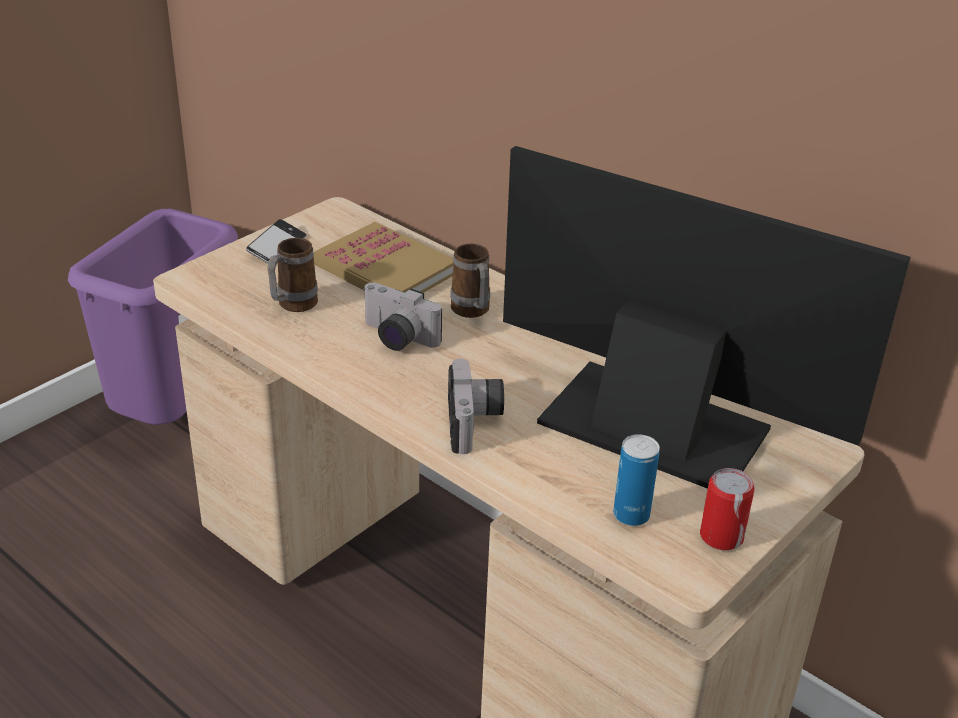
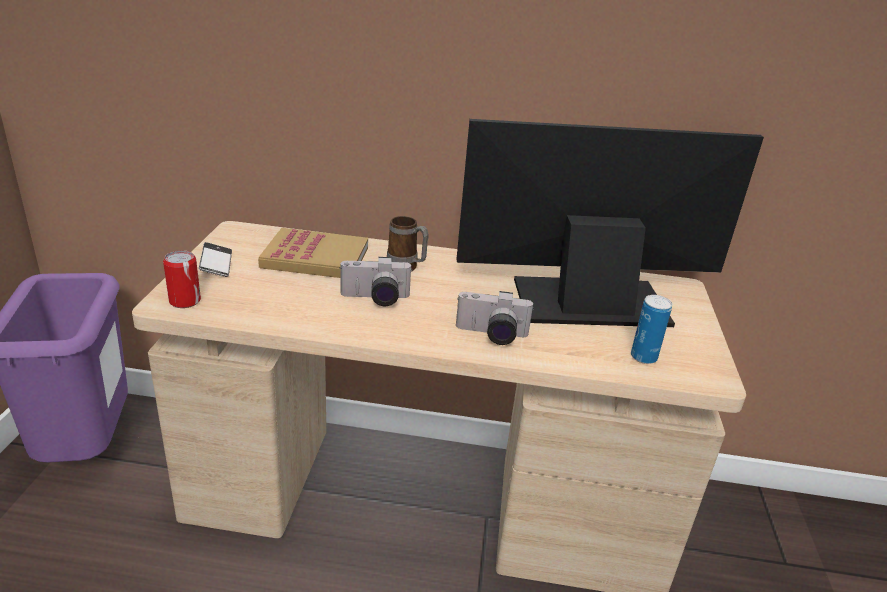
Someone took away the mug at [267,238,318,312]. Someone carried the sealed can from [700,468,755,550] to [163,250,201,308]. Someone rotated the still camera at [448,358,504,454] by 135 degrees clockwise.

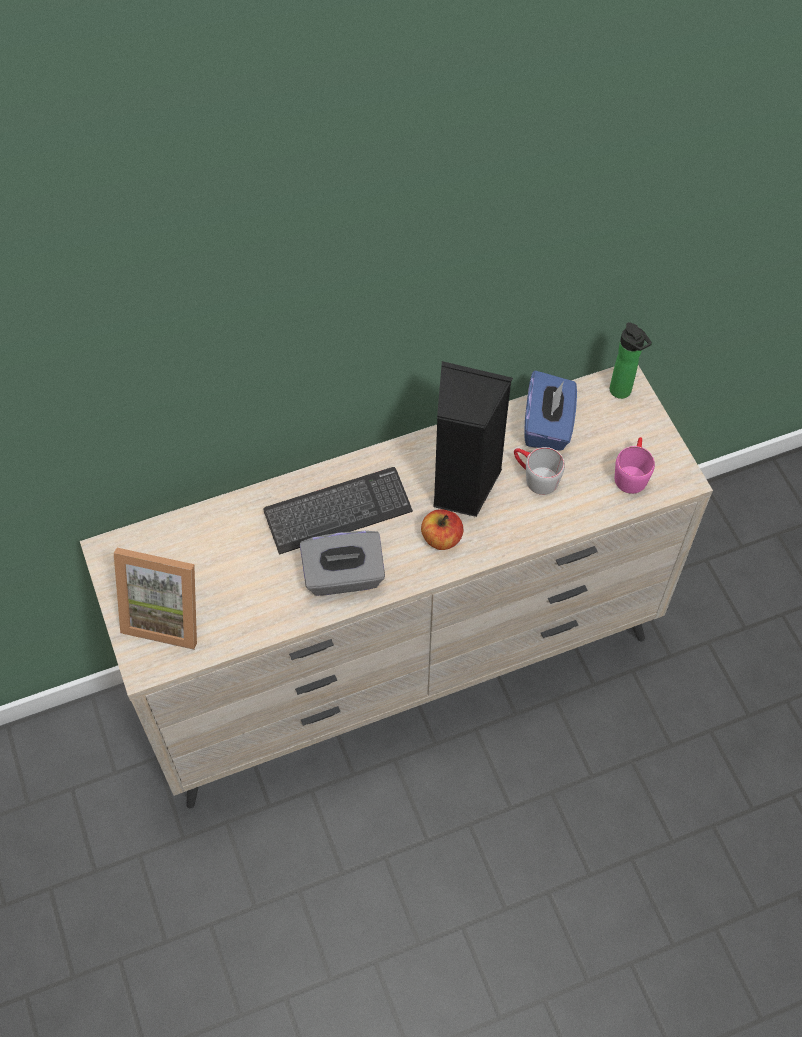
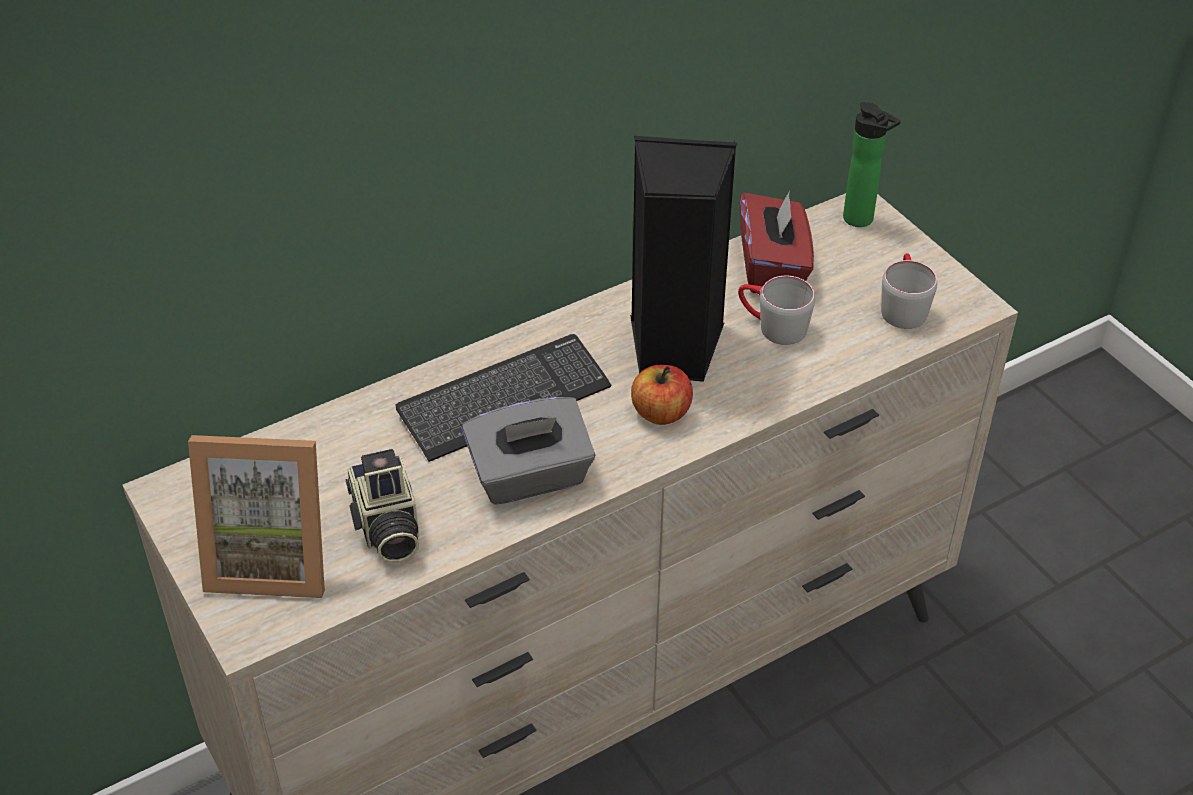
Someone put down the still camera at [346,449,419,563]. Someone repainted the bluish tissue box at [525,370,577,451], which became the red-coloured tissue box at [740,191,814,293]. Someone repainted the pinkish mug at [615,437,655,494], which became the greyish mug at [881,253,937,329].

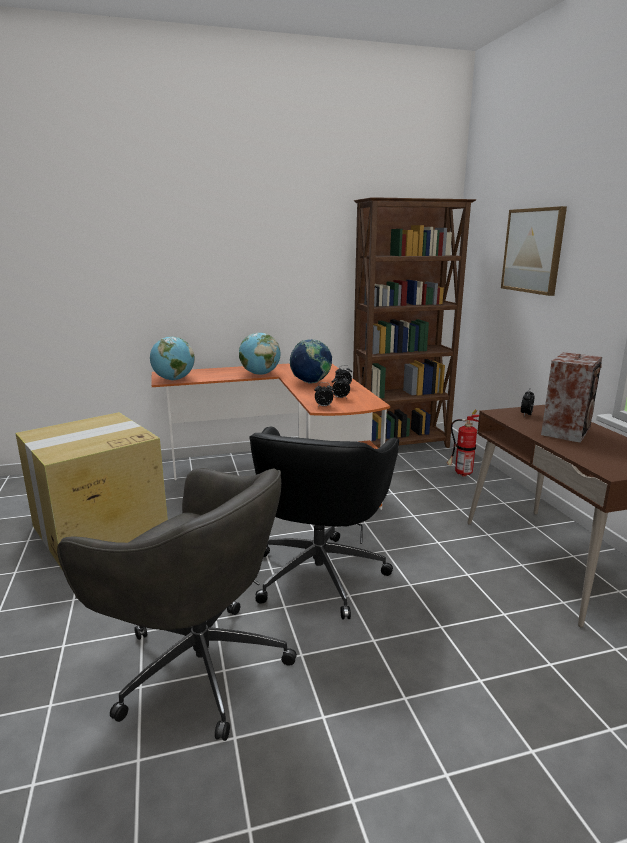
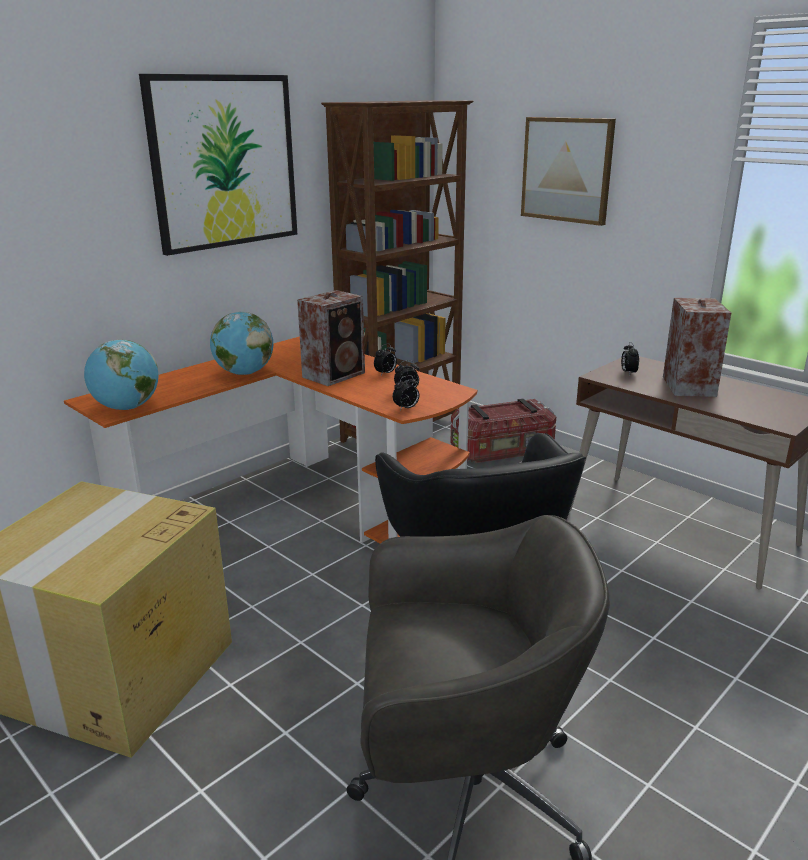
Someone put up the picture at [139,74,297,256]. Someone swapped the world globe at [290,339,332,383] for the audio speaker at [297,290,365,386]. Someone swapped the extinguisher at [446,410,479,476] for the storage bin at [451,398,556,463].

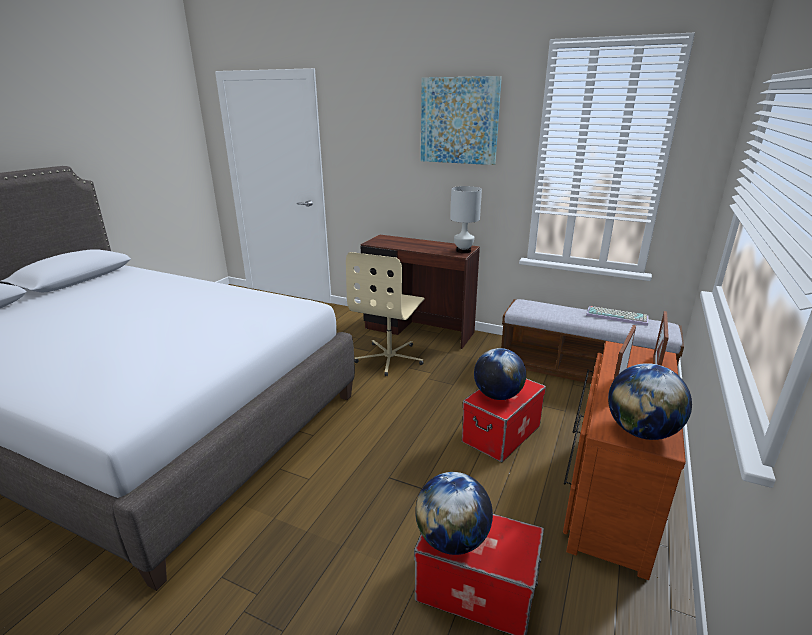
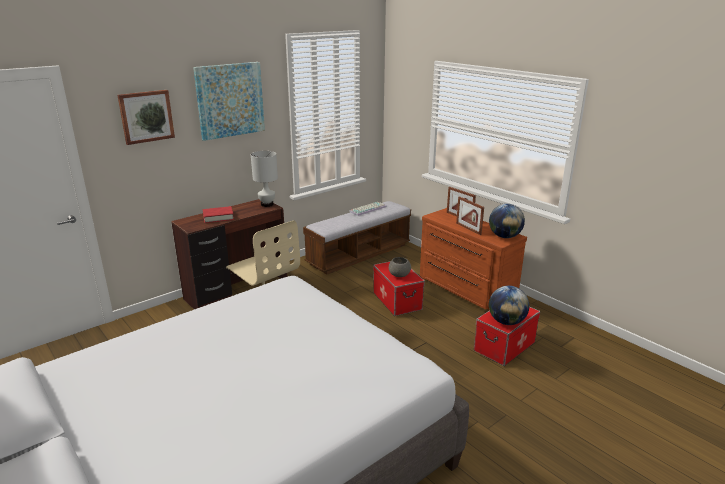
Someone put up the picture at [117,90,175,145]. Someone put down the red-coloured book at [203,206,234,223]. Someone swapped the world globe at [474,348,526,400] for the greyish deep dish at [389,257,411,277].

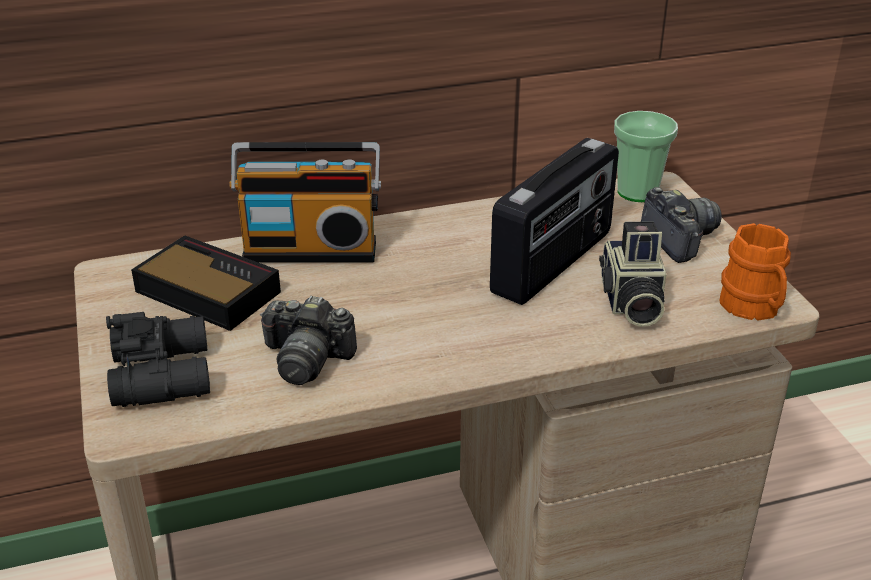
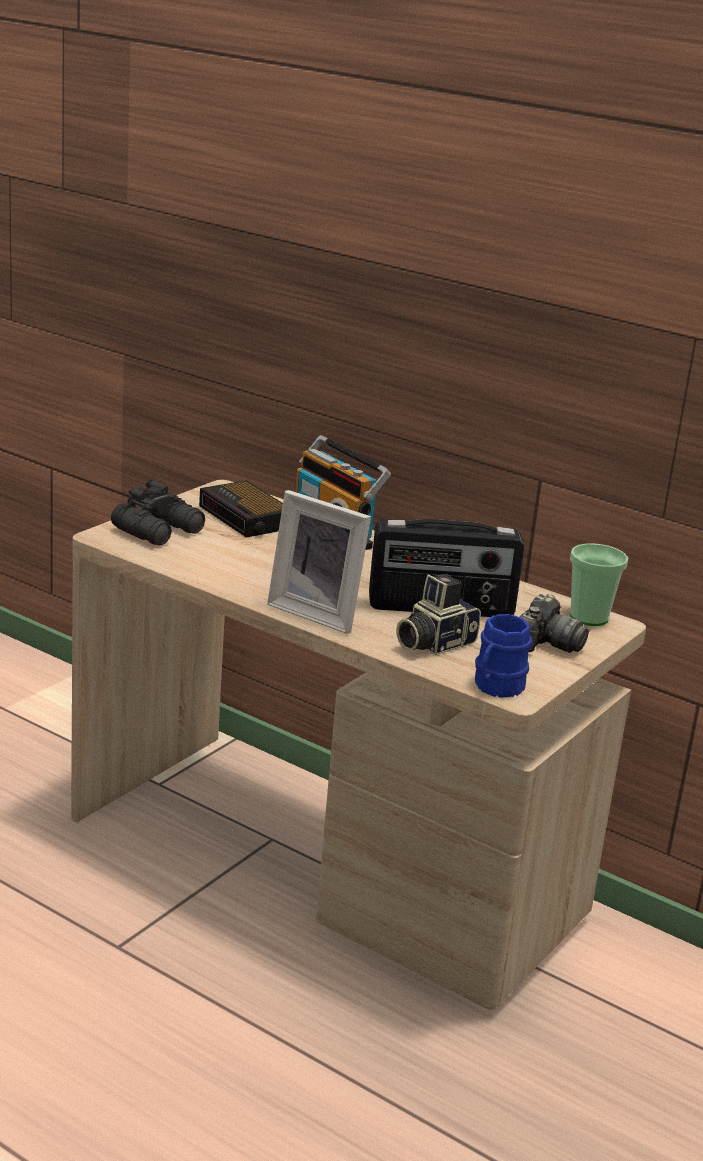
Someone took away the still camera at [260,295,357,385]. Someone put down the picture frame at [267,490,371,634]. Someone repainted the orange mug at [719,223,791,321], which became the bluish mug at [475,614,532,698]. Someone rotated the alarm clock at [131,235,281,331] by 150 degrees clockwise.

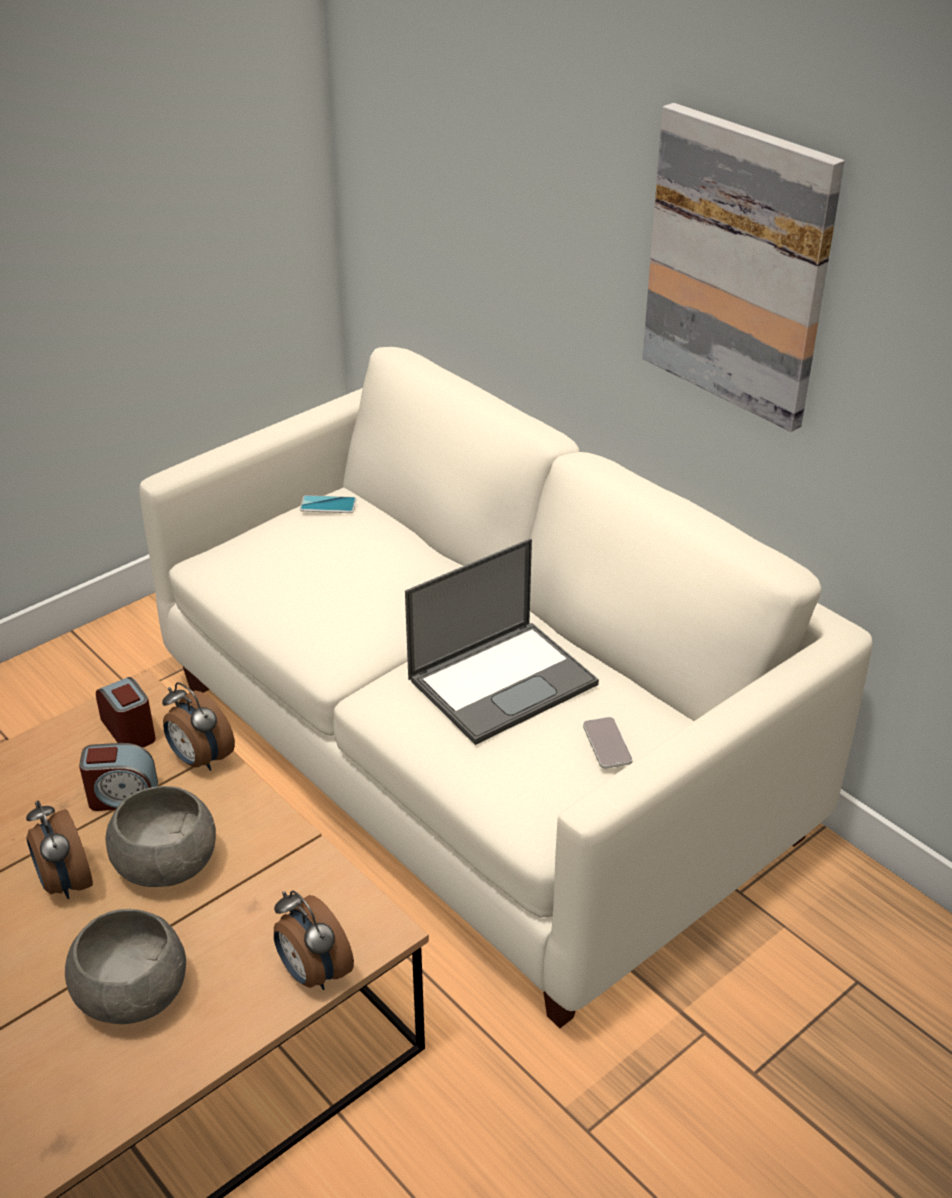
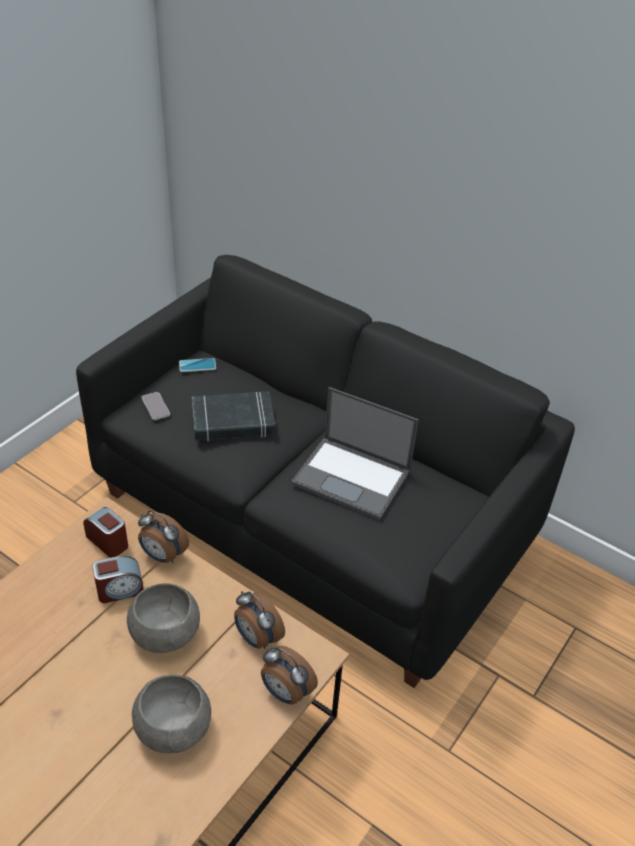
Someone took away the picture at [642,103,845,432]. Someone put down the black-coloured book at [192,391,275,441]. Someone carried the alarm clock from [26,800,93,899] to [234,591,285,649]. Someone carried the phone from [583,717,633,769] to [142,392,170,420]. Someone repainted the white-coloured couch at [140,347,873,1028], which became the black-coloured couch at [76,255,575,688]. Someone rotated the laptop at [405,538,599,745] by 75 degrees clockwise.

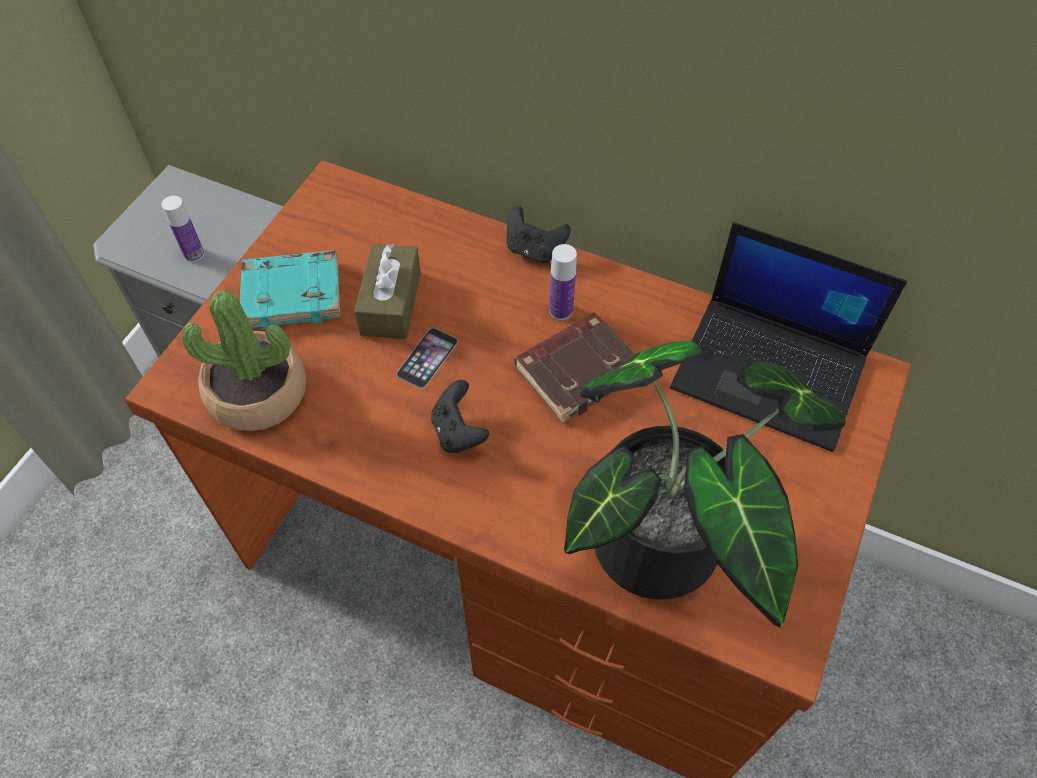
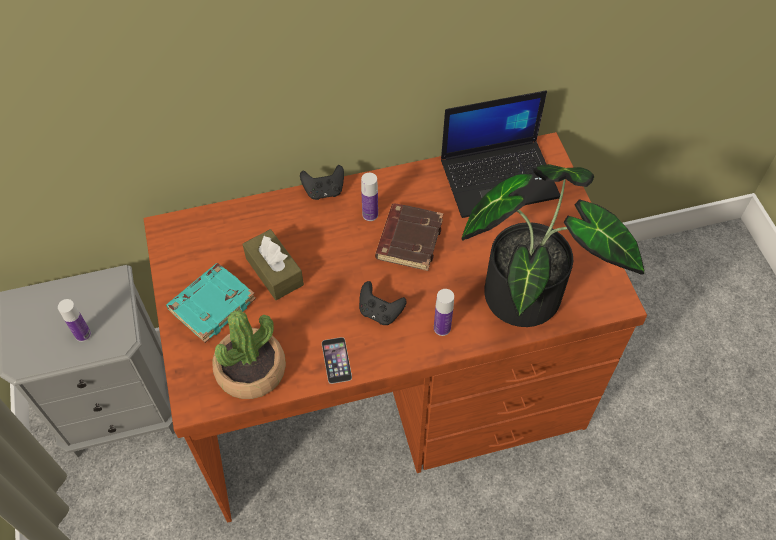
Someone put down the bottle at [434,289,454,336]. Someone carried the phone from [396,328,458,389] to [322,337,352,384].

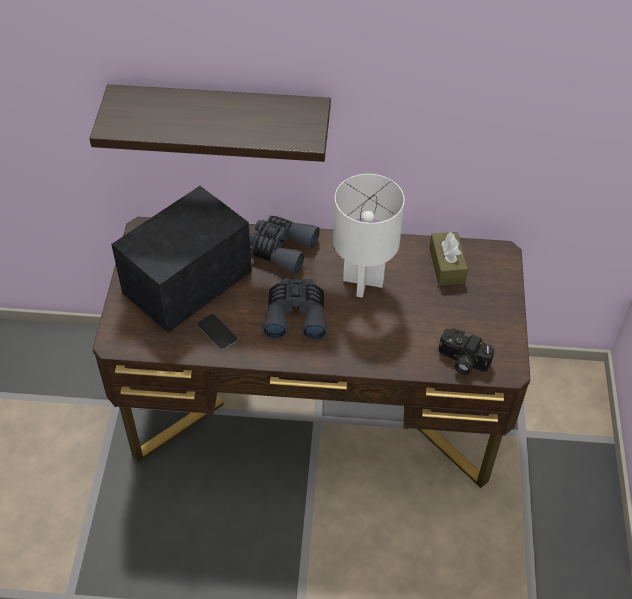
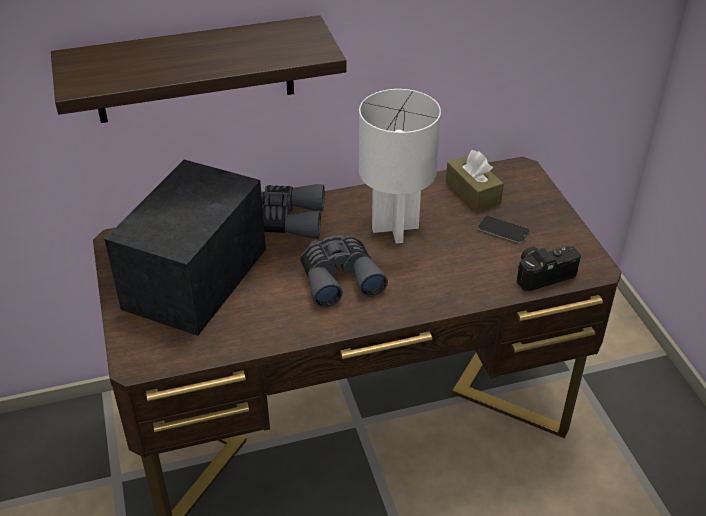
Someone carried the phone from [197,314,238,350] to [478,216,530,243]. Someone rotated the still camera at [438,328,495,375] by 150 degrees clockwise.

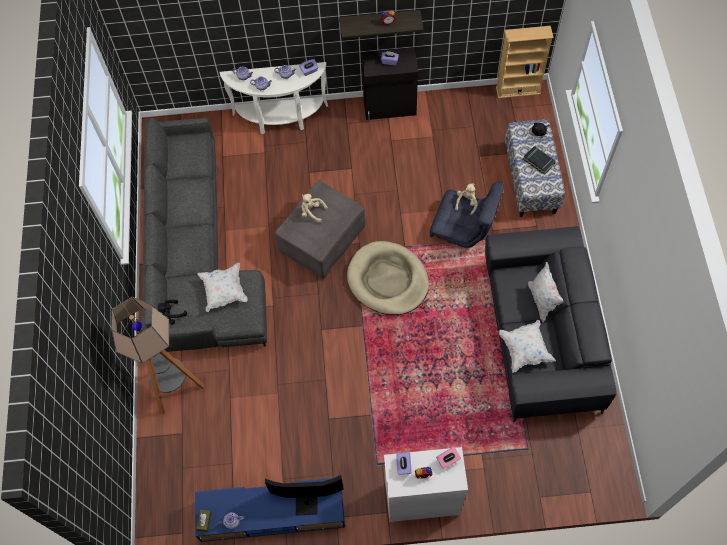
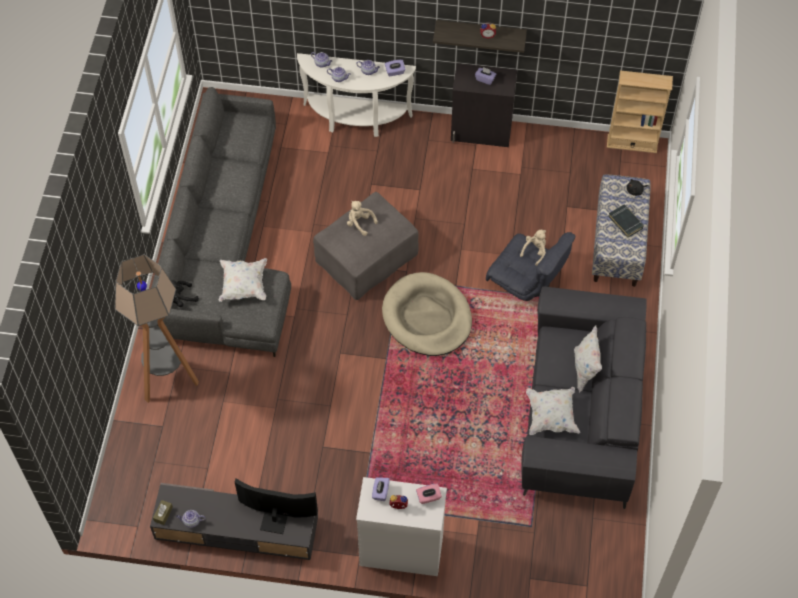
Someone repainted the bluish tv stand at [195,478,345,542], which became the greyish tv stand at [150,483,318,560].

